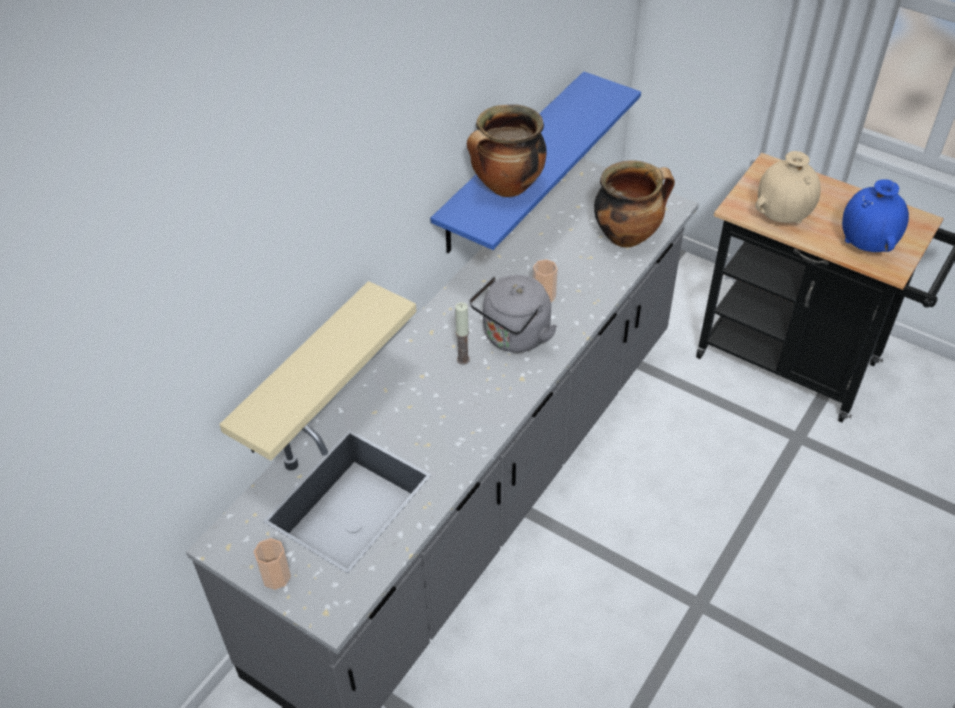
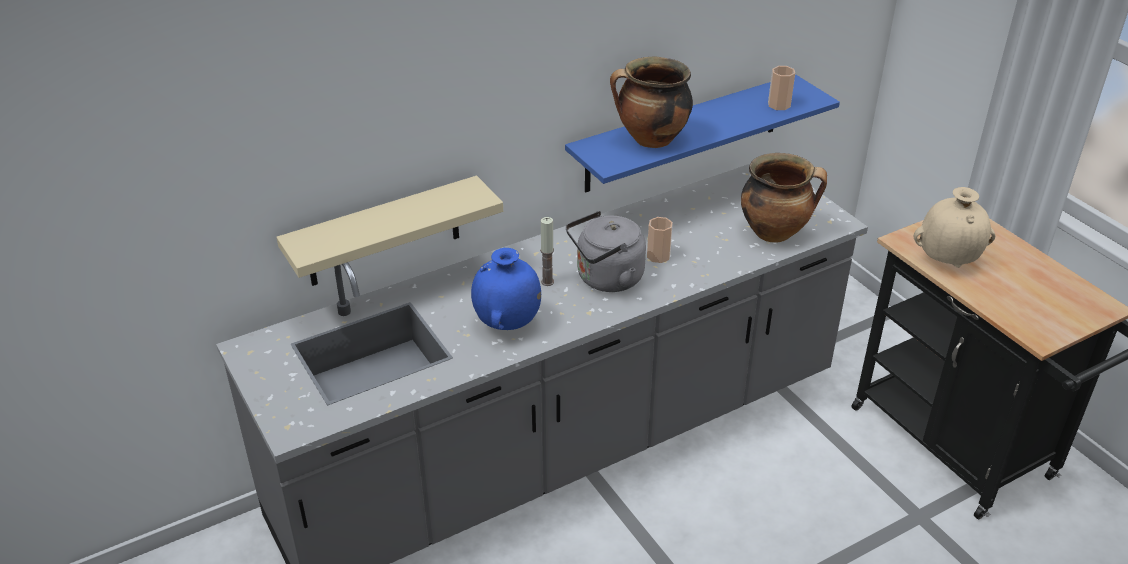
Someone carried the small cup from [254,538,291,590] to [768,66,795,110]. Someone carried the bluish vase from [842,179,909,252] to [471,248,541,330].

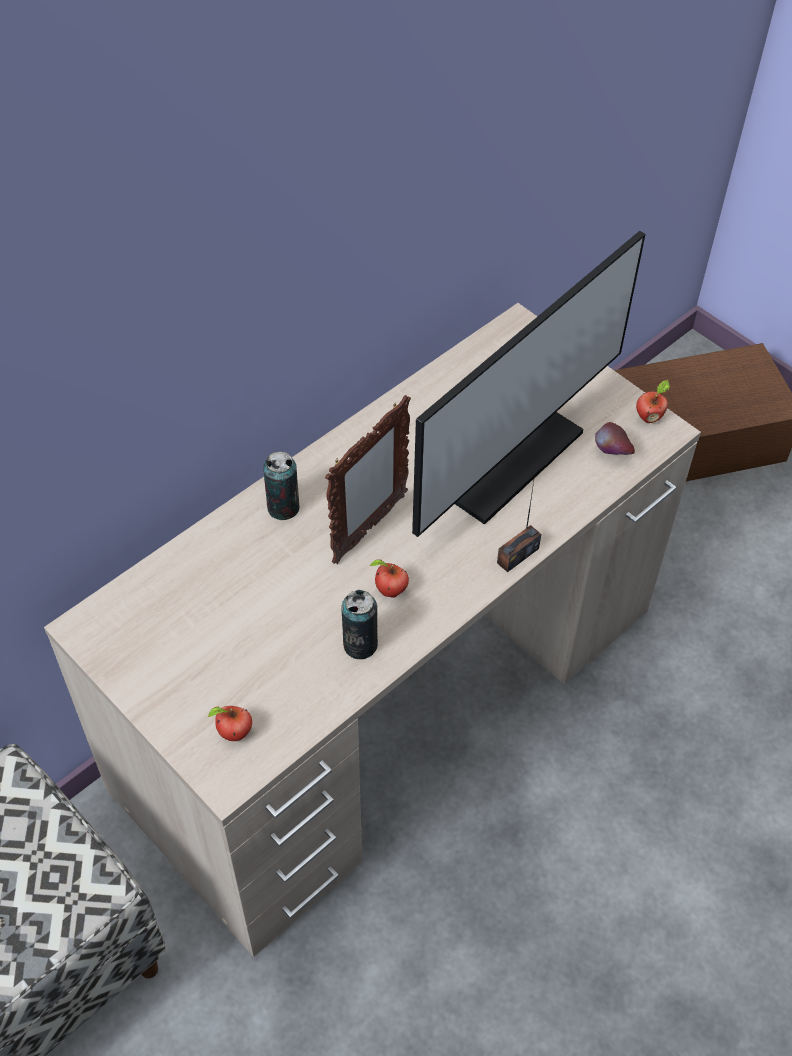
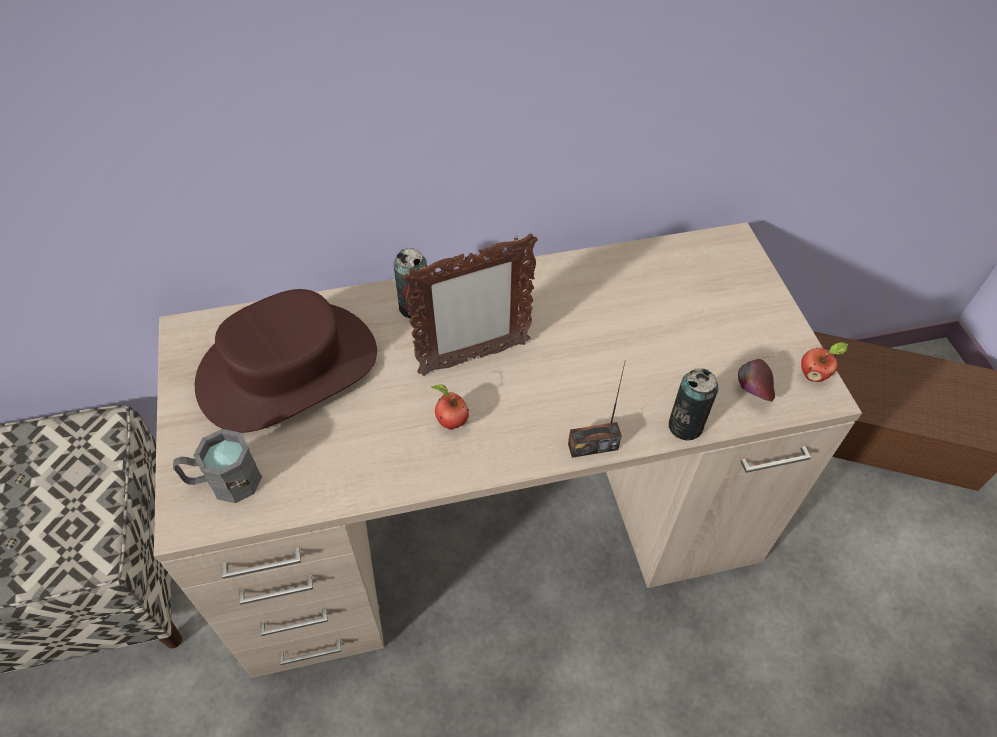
Someone took away the computer screen at [412,231,645,537]. Someone put down the brownish wearable hat at [195,289,377,433]. Someone carried the sealed can from [341,590,378,659] to [669,368,718,441]. Someone swapped the apple at [208,706,252,741] for the greyish mug at [173,429,262,503].

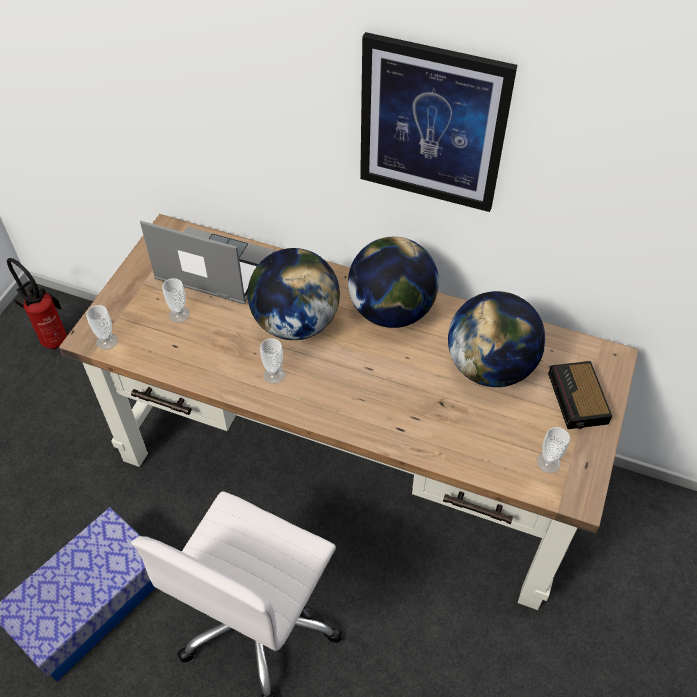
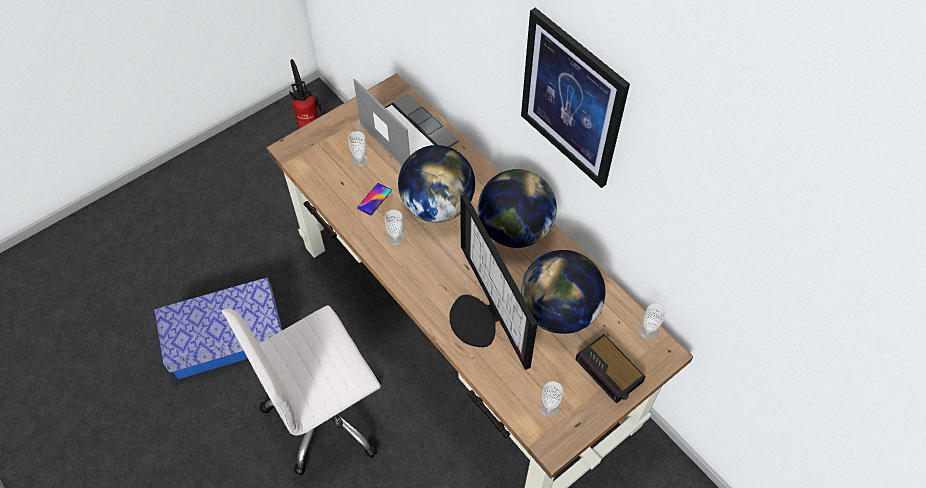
Someone put down the phone at [357,183,392,215]. Someone put down the computer screen at [450,193,537,370]. Someone carried the small cup from [86,305,118,350] to [639,304,666,340]. Someone rotated the alarm clock at [548,361,612,429] by 60 degrees counterclockwise.

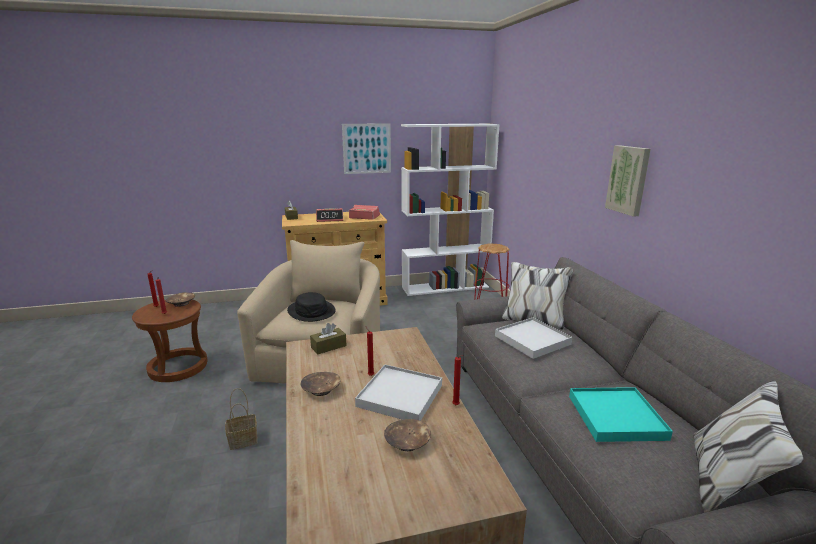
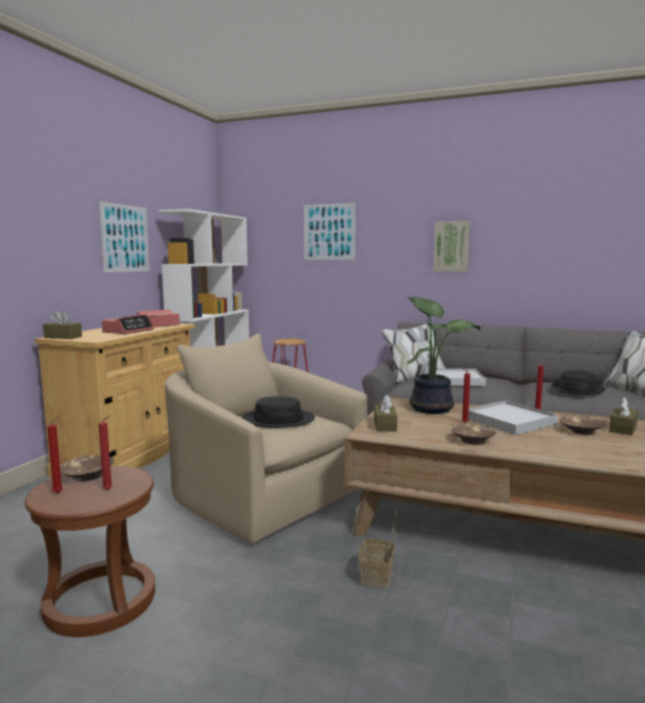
Someone put up the picture at [304,203,356,260]. Someone put down the houseplant at [407,296,480,414]. Someone put down the brownish tissue box at [609,397,638,436]. Someone swapped the blue-green carrying tray at [569,387,673,442] for the black-coloured wearable hat at [551,370,605,395].

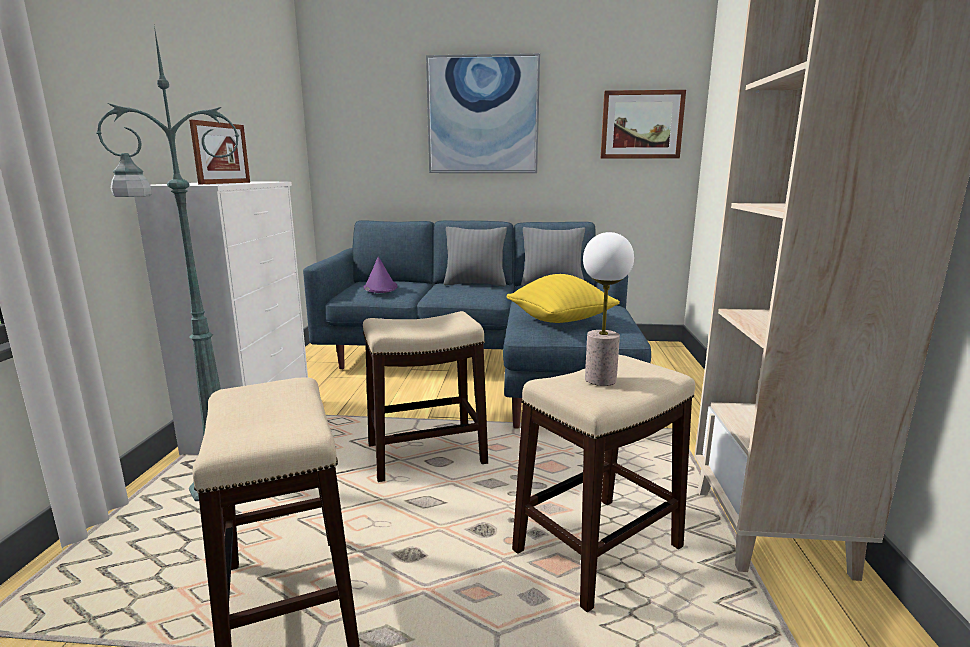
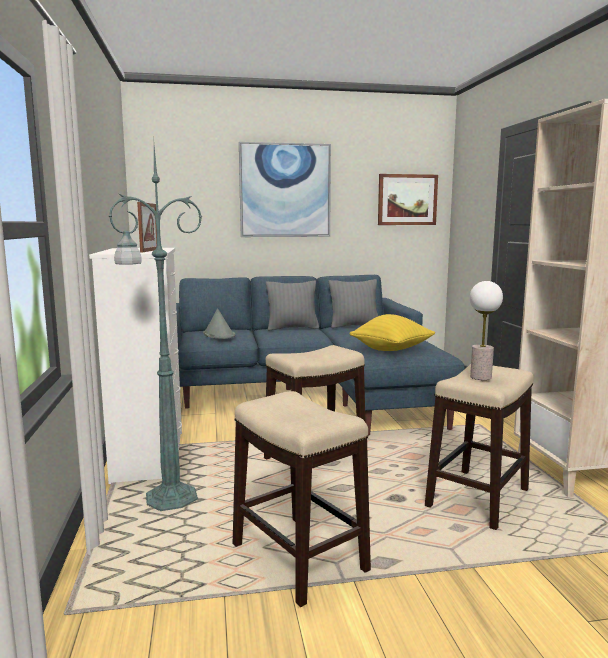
Someone repainted the purple wearable hat at [364,257,398,293], which became the greyish wearable hat at [203,308,235,339].

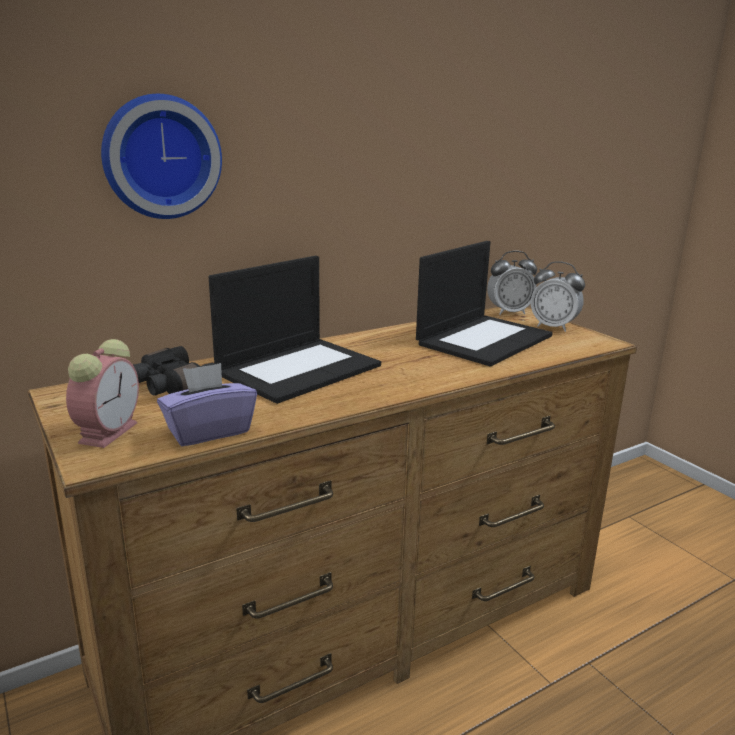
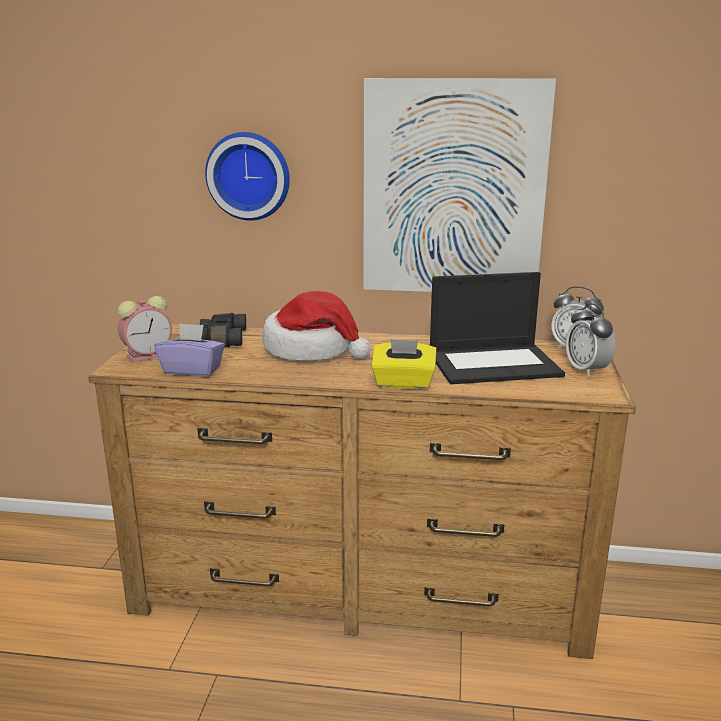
Someone put up the picture at [363,78,556,292]. Someone put down the yellow tissue box at [371,339,437,389]. Someone swapped the laptop at [209,256,381,404] for the wearable hat at [262,291,371,361].

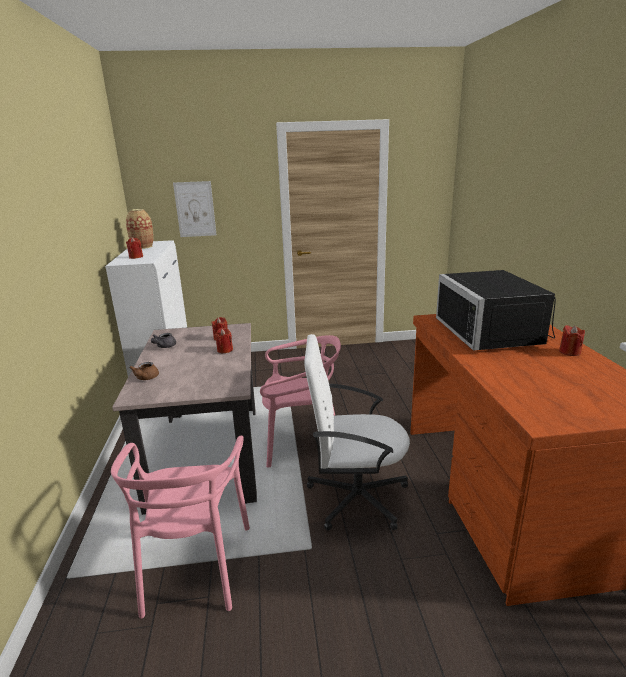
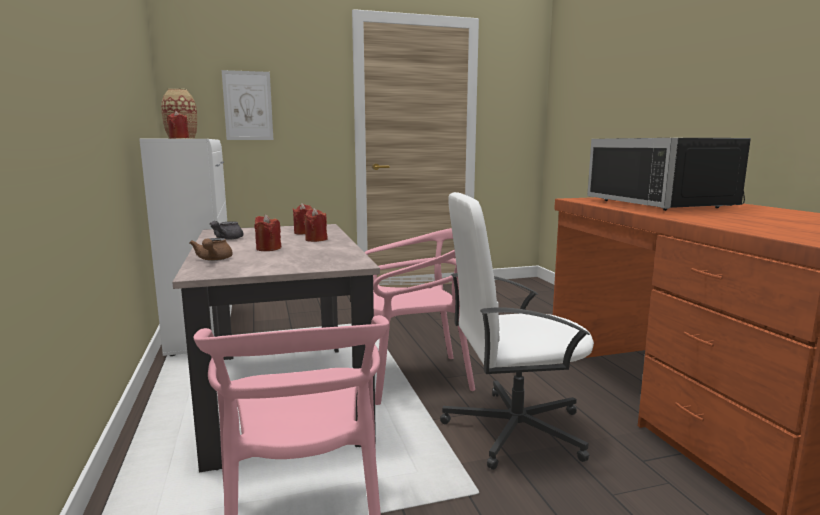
Someone carried the red-coloured wax candle from [559,325,585,356] to [254,214,281,251].

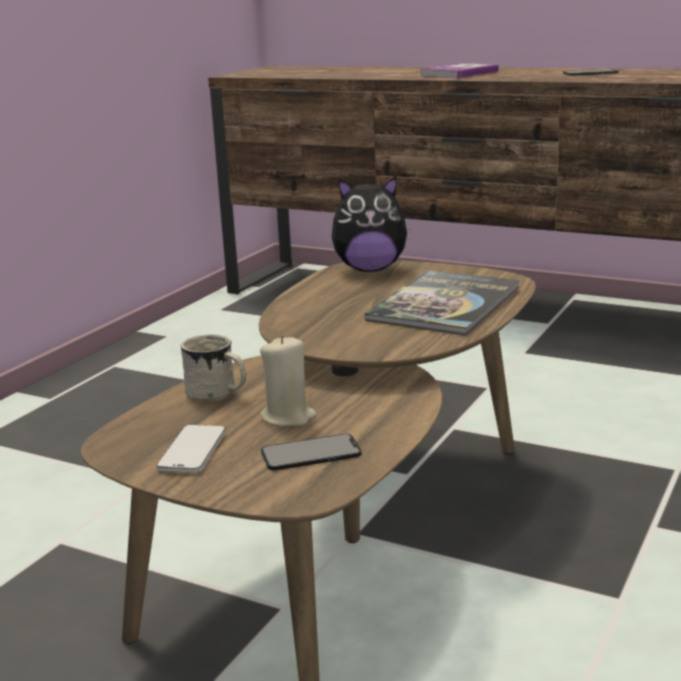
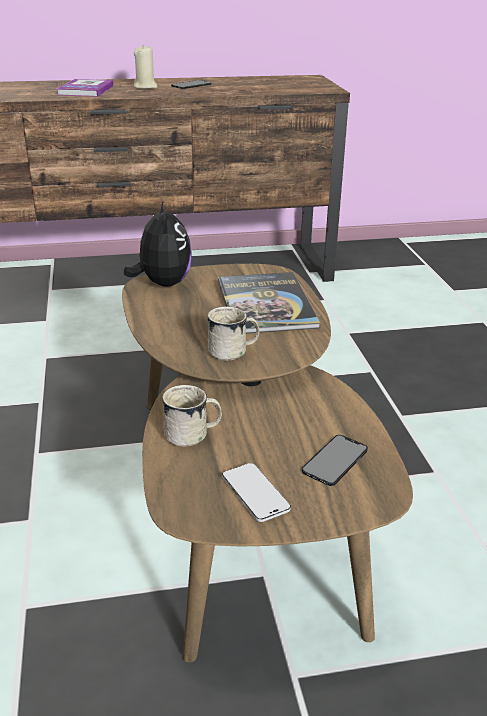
Someone put down the white-coloured mug at [207,307,260,361]. Someone carried the beige-coloured wax candle from [260,335,317,426] to [134,44,158,89]. Someone rotated the cuddly toy at [332,176,411,272] by 60 degrees counterclockwise.

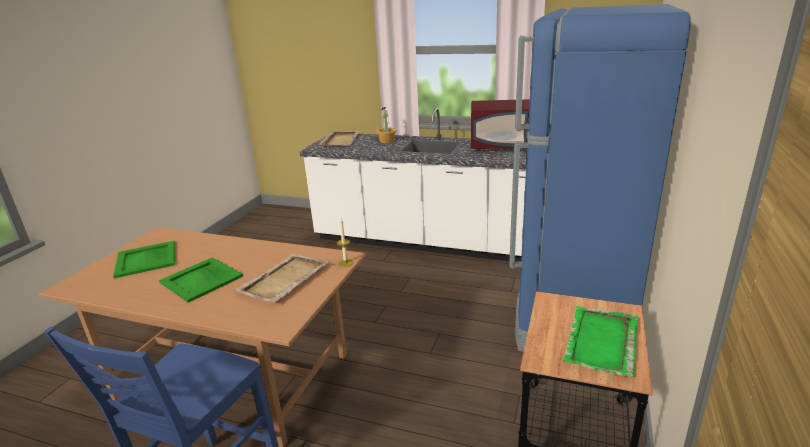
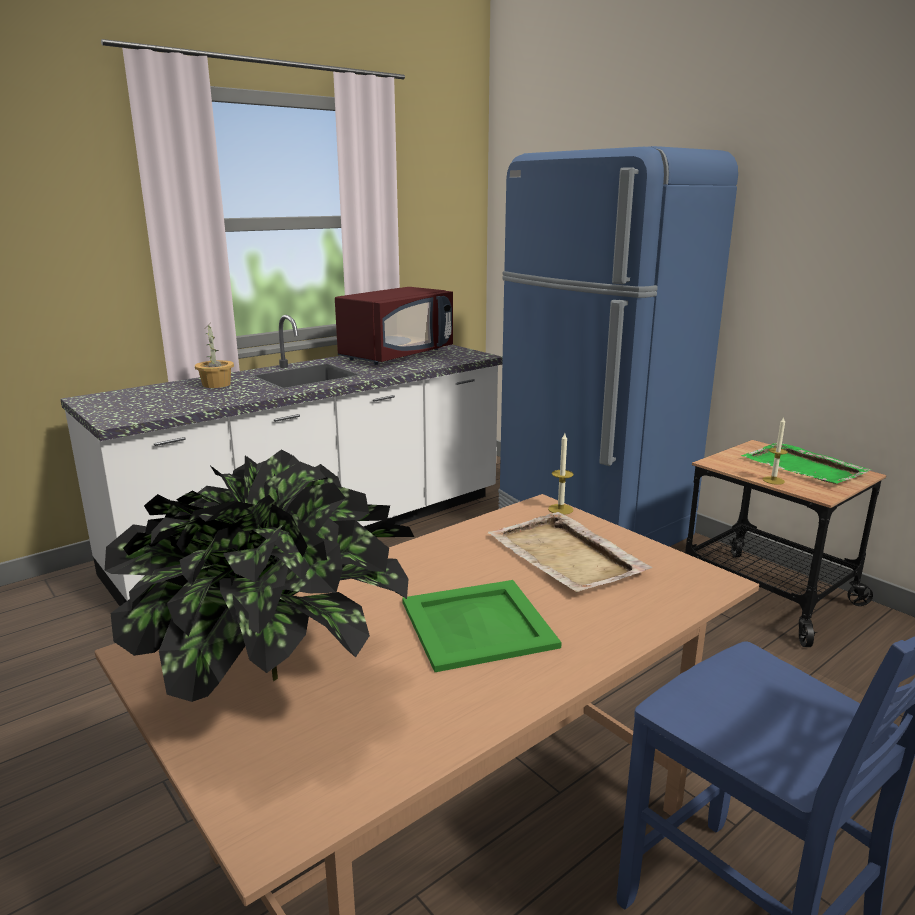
Someone took away the beige-coloured carrying tray at [319,131,359,147]. Someone put down the wax candle at [763,417,788,485]. Someone swapped the green-coloured carrying tray at [113,241,175,278] for the houseplant at [105,450,414,702].

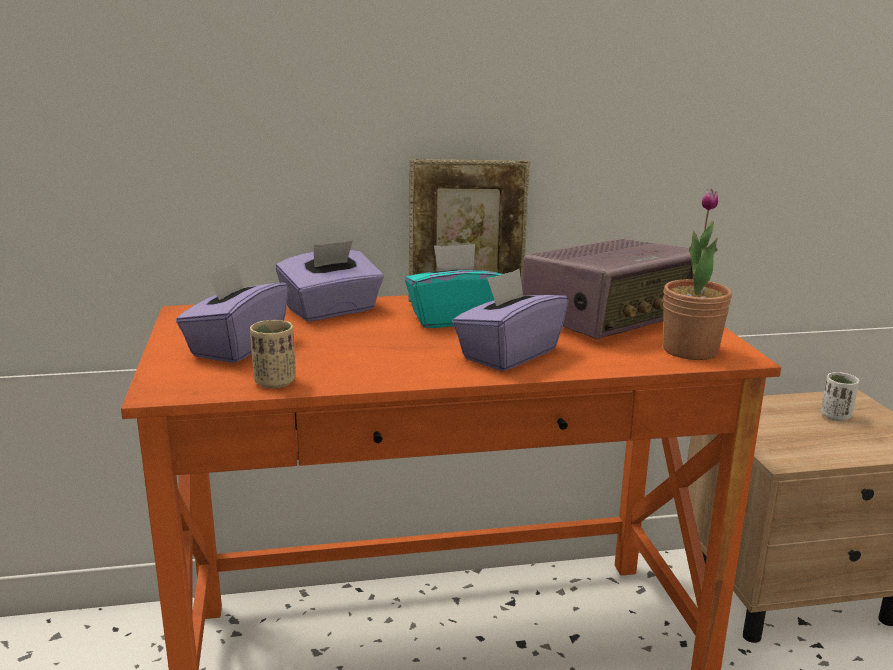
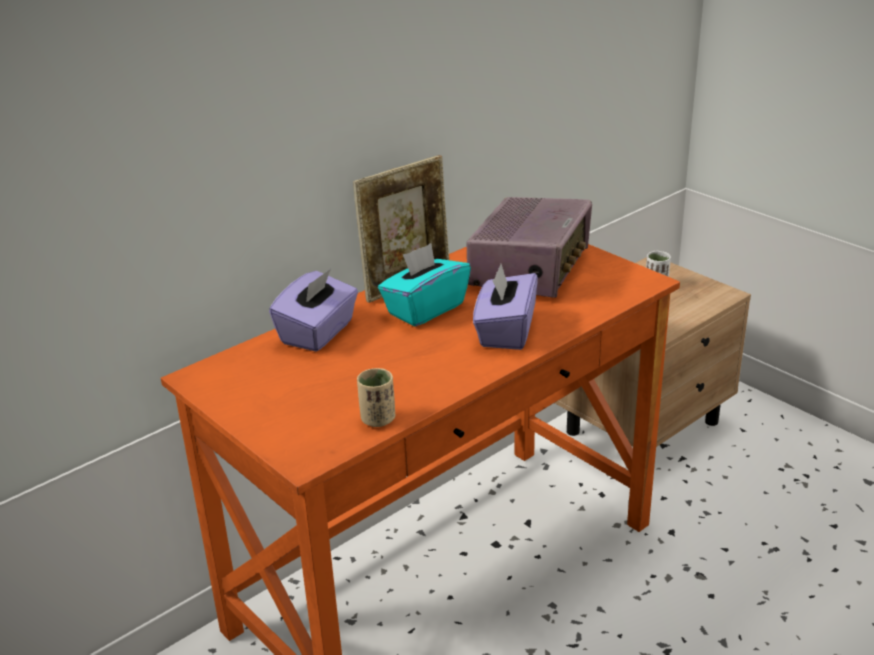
Someone took away the purple tissue box at [176,261,288,363]. Someone took away the houseplant at [663,189,732,360].

